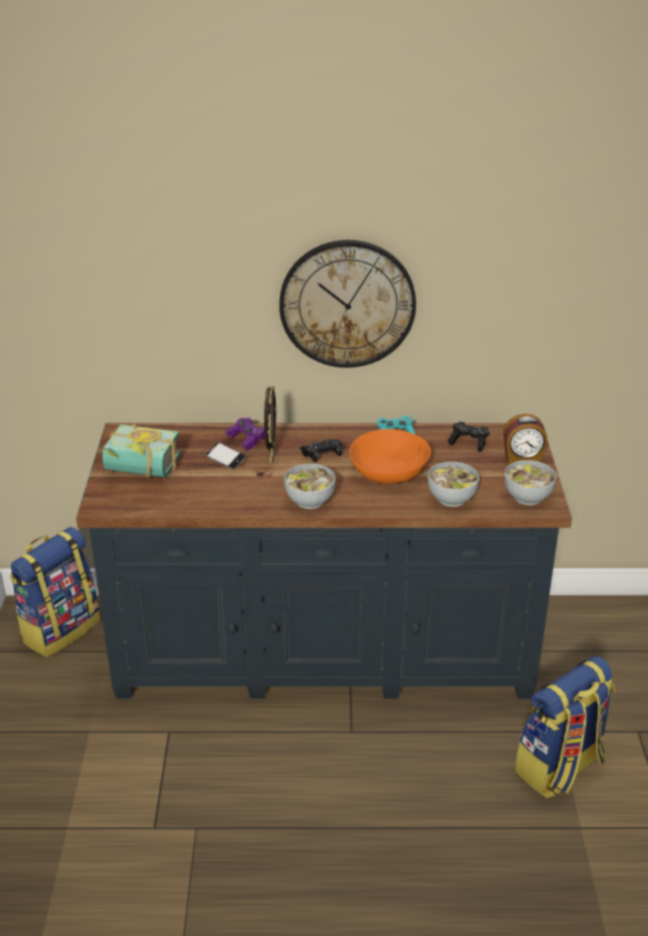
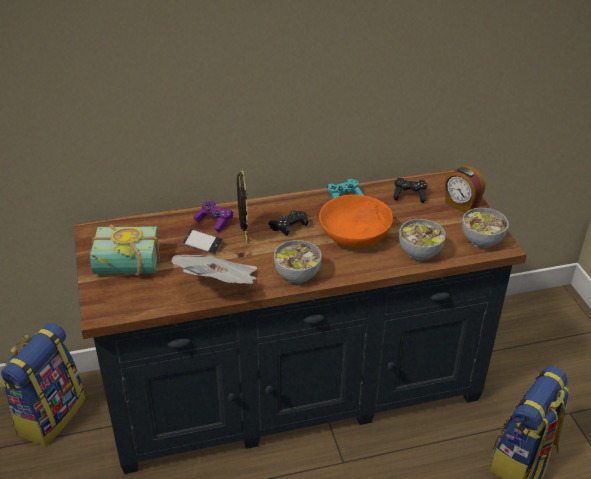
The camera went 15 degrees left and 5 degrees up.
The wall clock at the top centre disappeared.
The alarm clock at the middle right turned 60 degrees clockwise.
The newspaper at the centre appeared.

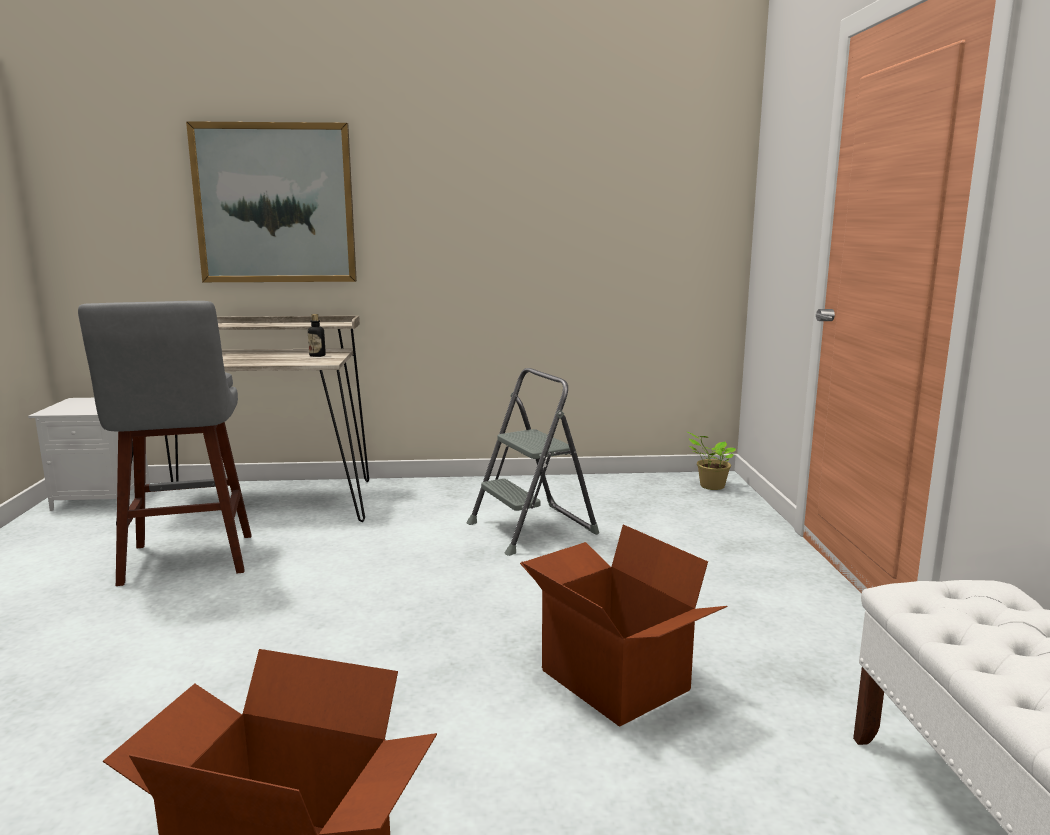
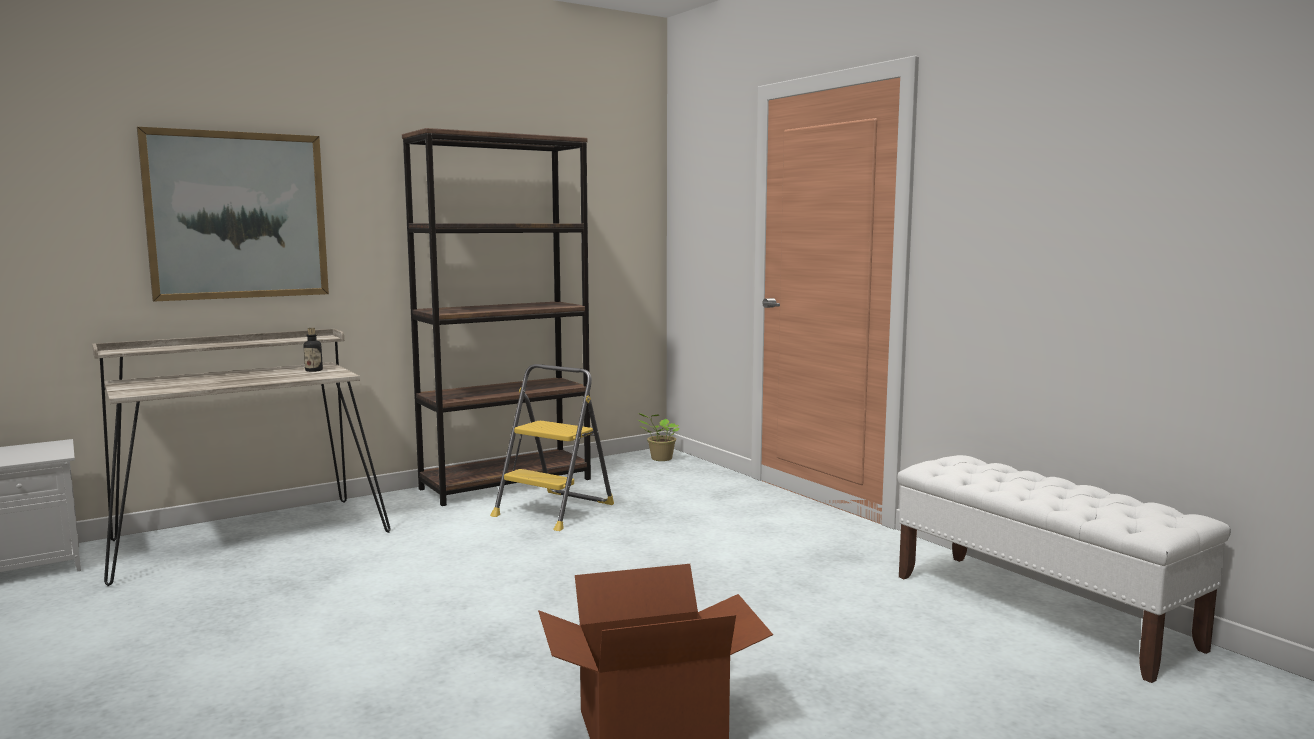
The camera went 30 degrees left and 5 degrees down.
The grey stool at the middle left disappeared.
The grey step ladder at the centre became the yellow step ladder at the centre.
The cardboard box (2nd from left) at the bottom centre disappeared.
The brown bookcase at the centre appeared.

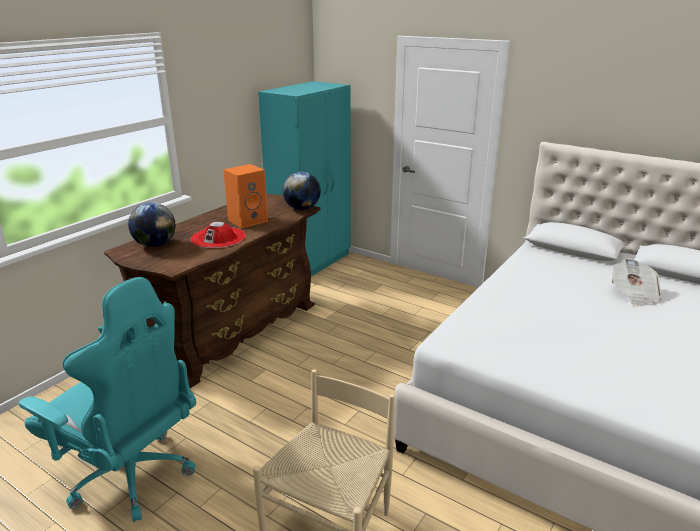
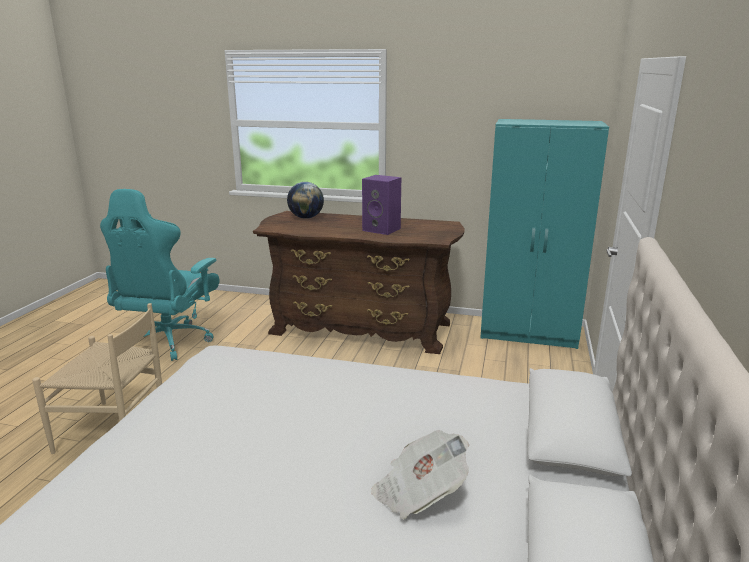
The camera went 70 degrees right and 5 degrees down.
The orange speaker at the centre became the purple speaker at the centre.
The globe (2nd from left) at the centre disappeared.
The red hat at the middle left disappeared.

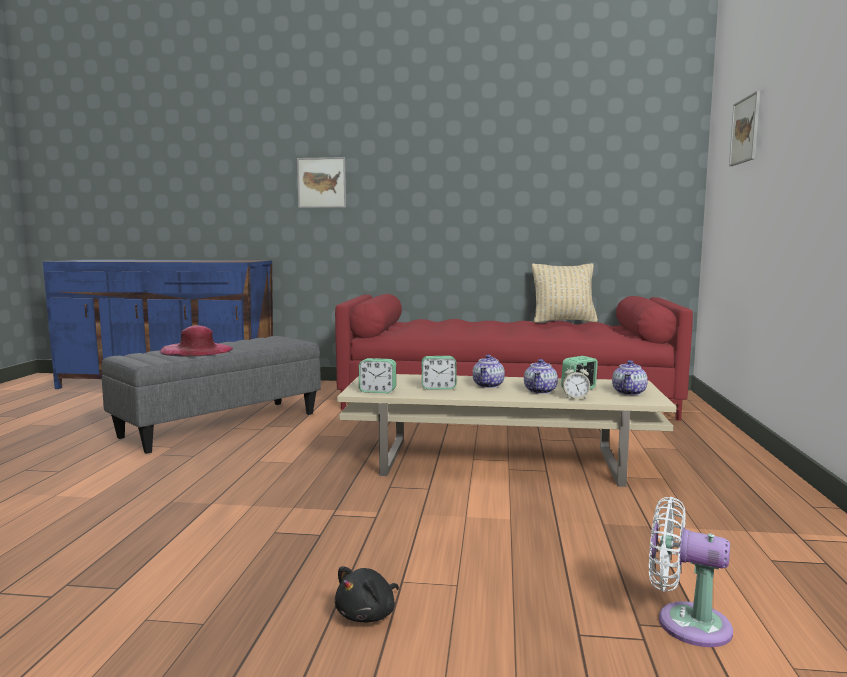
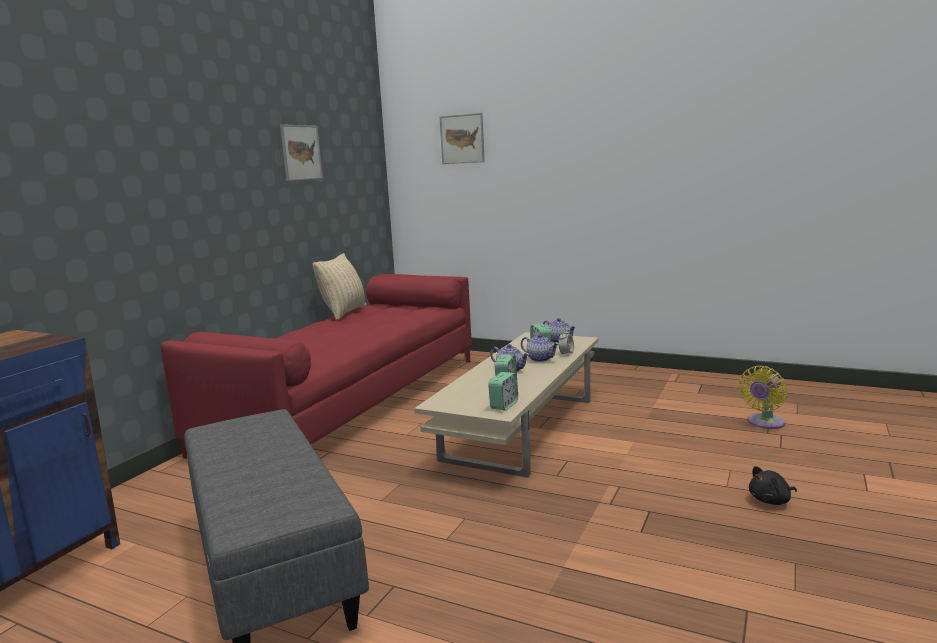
The camera went 70 degrees left and 5 degrees up.
The picture (1st from left) moved from the top centre to the top left.
The pink hat at the middle left disappeared.
The white fan at the bottom right became the yellow fan at the middle right.
The black plush toy at the bottom centre turned 105 degrees clockwise.

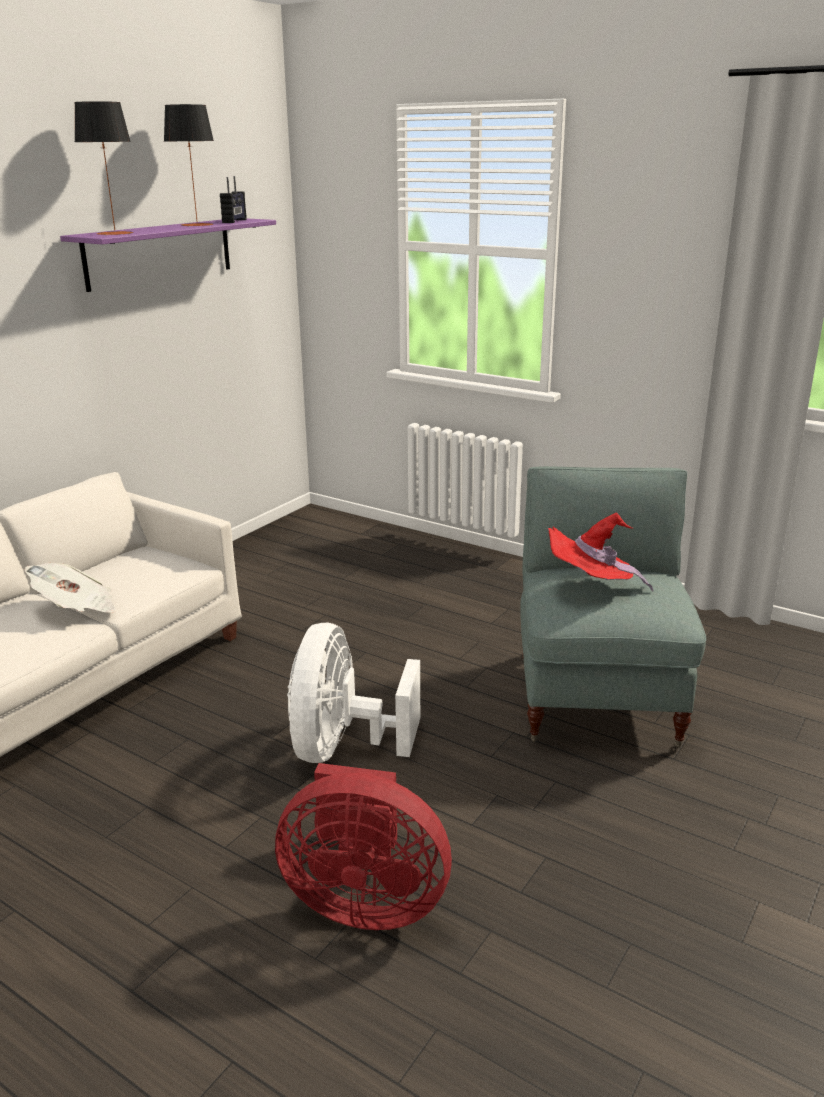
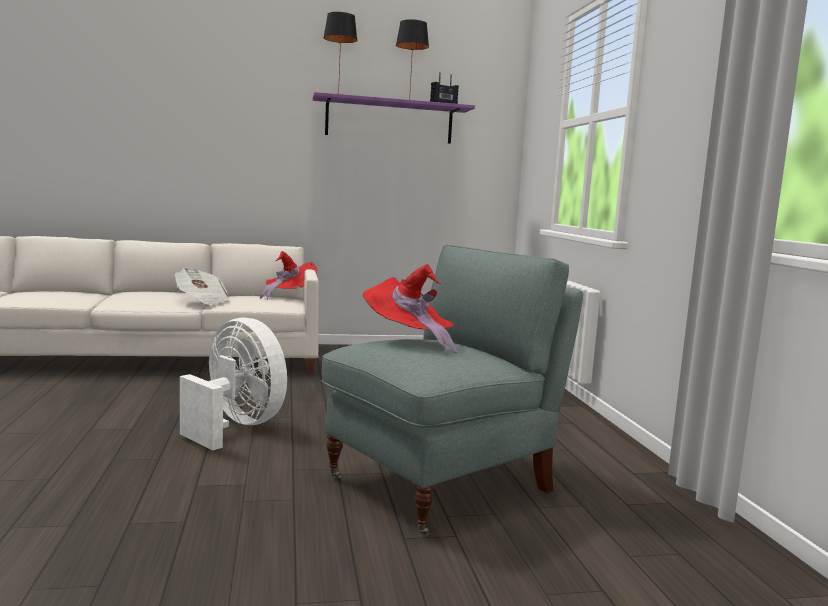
The camera went 45 degrees right and 15 degrees down.
The white fan at the centre turned 75 degrees clockwise.
The red fan at the bottom centre disappeared.
The red hat (1st from left) at the centre appeared.

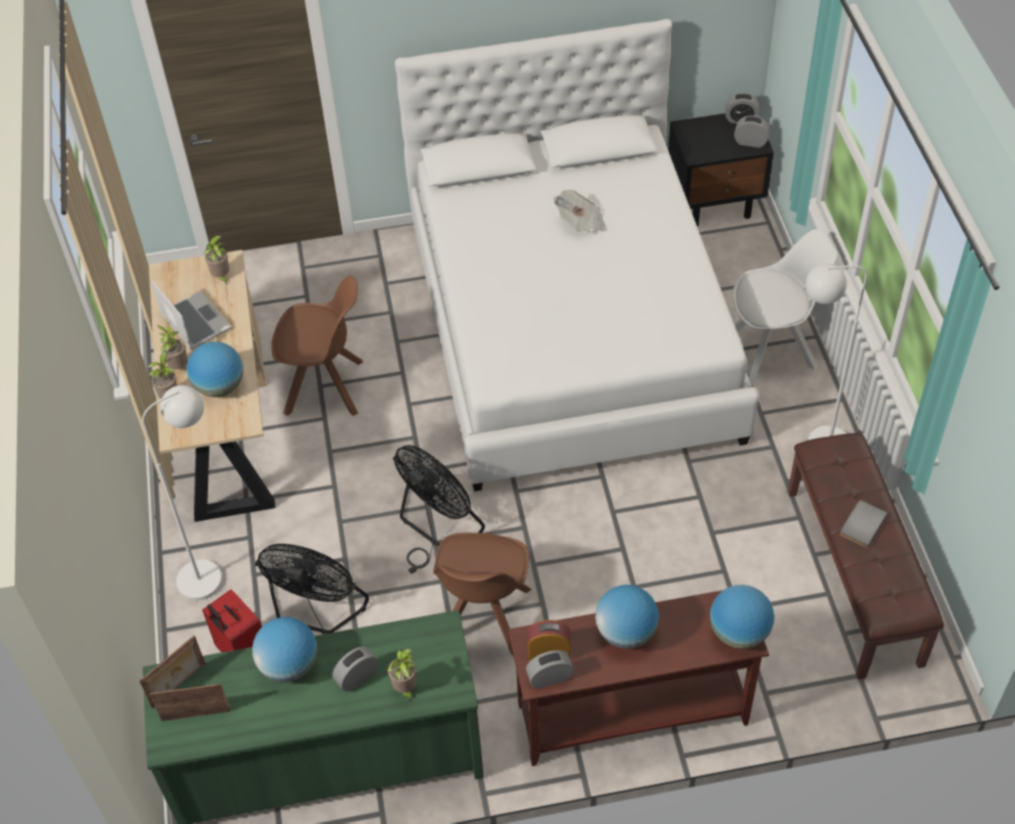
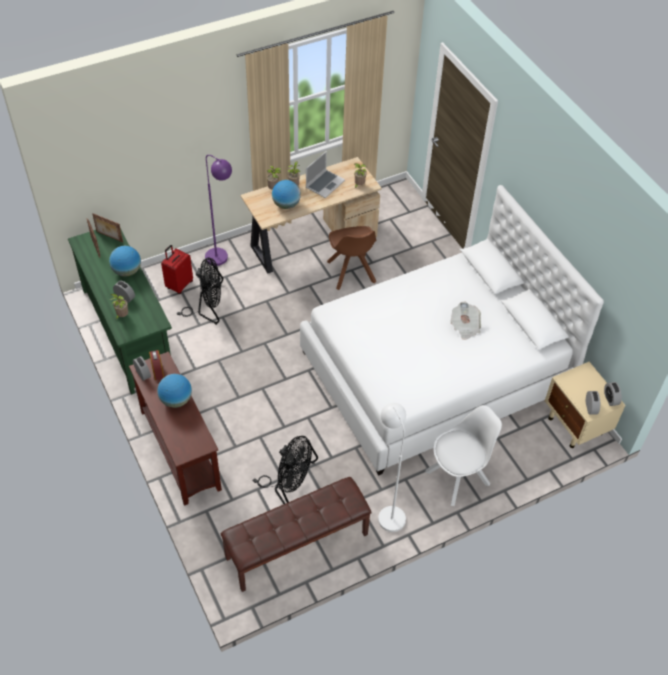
The camera went 70 degrees right and 0 degrees up.
The black nightstand at the top right became the beige nightstand at the middle right.
The white chair at the middle right turned 90 degrees counterclockwise.
The white floor lamp (1st from left) at the middle left became the purple floor lamp at the top left.
The black fan (2nd from left) moved from the centre to the bottom centre.
The grey book at the middle right disappeared.
The brown chair (2nd from left) at the bottom centre disappeared.
The globe (4th from left) at the bottom right disappeared.

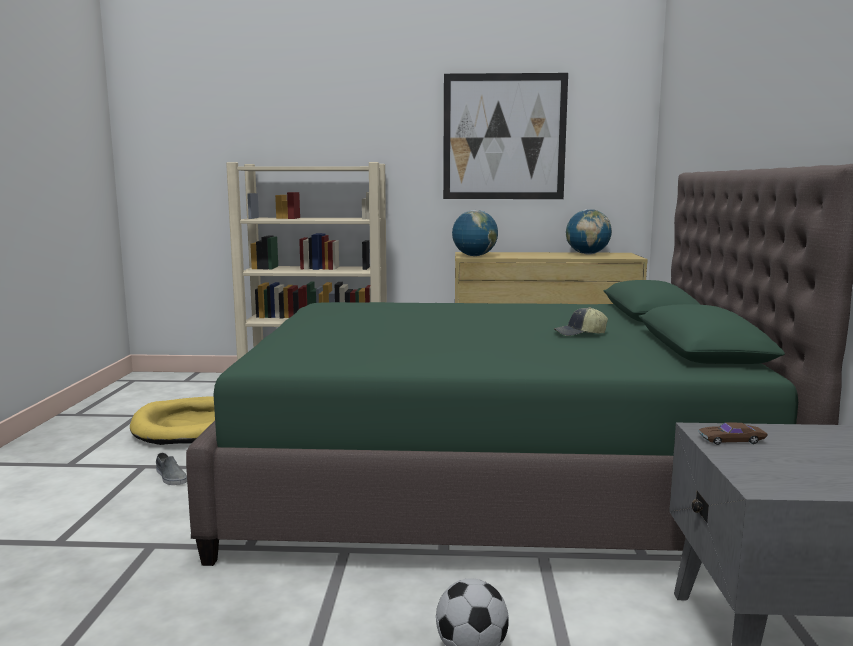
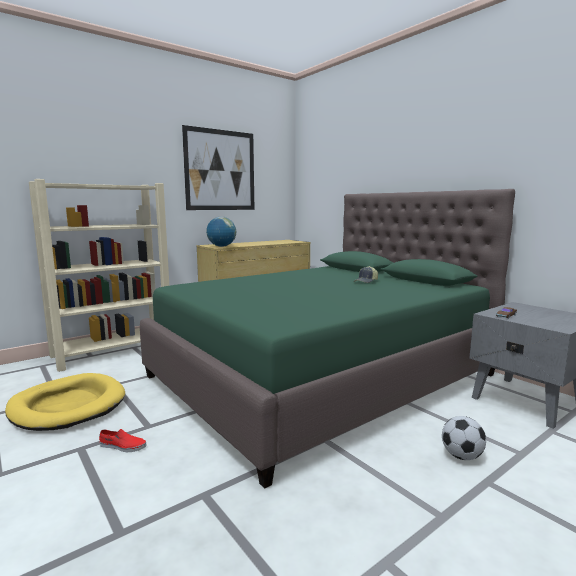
The camera went 40 degrees left and 0 degrees up.
The globe (2nd from left) at the middle right disappeared.
The grey shoe at the bottom left became the red shoe at the bottom left.

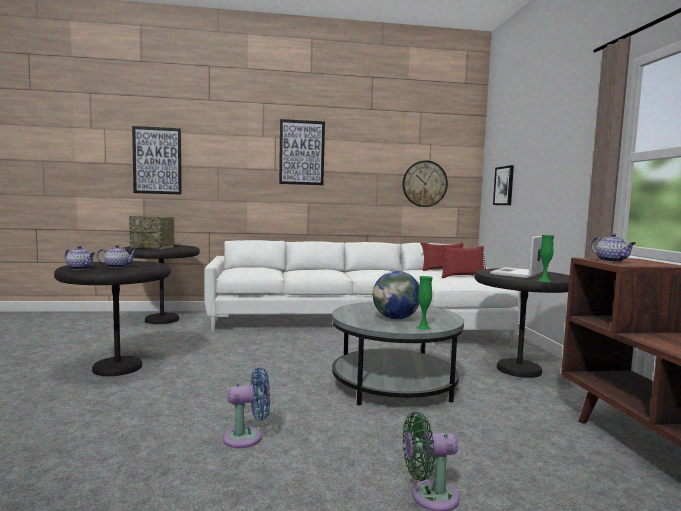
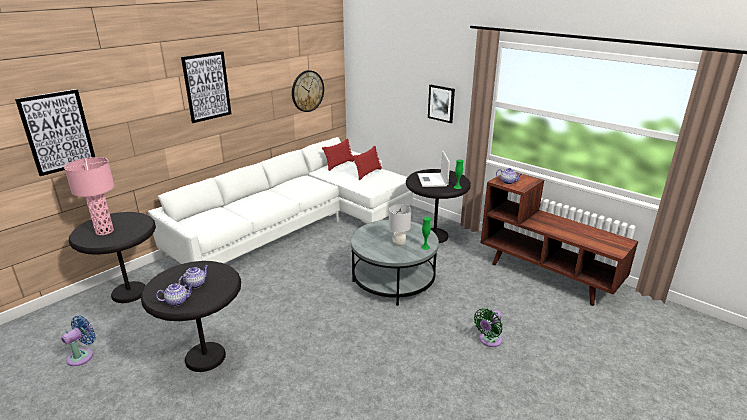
The camera went 40 degrees left and 20 degrees up.
The picture (3rd from left) moved from the middle right to the top centre.
The radio at the middle left was replaced by the pink table lamp at the middle left.
The globe at the centre was replaced by the grey table lamp at the centre.
The blue fan moved from the bottom centre to the bottom left.

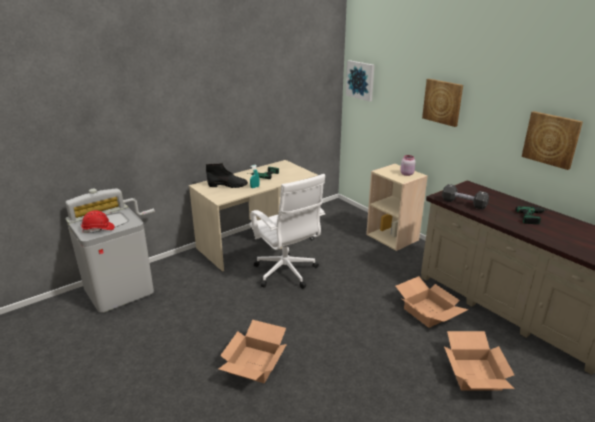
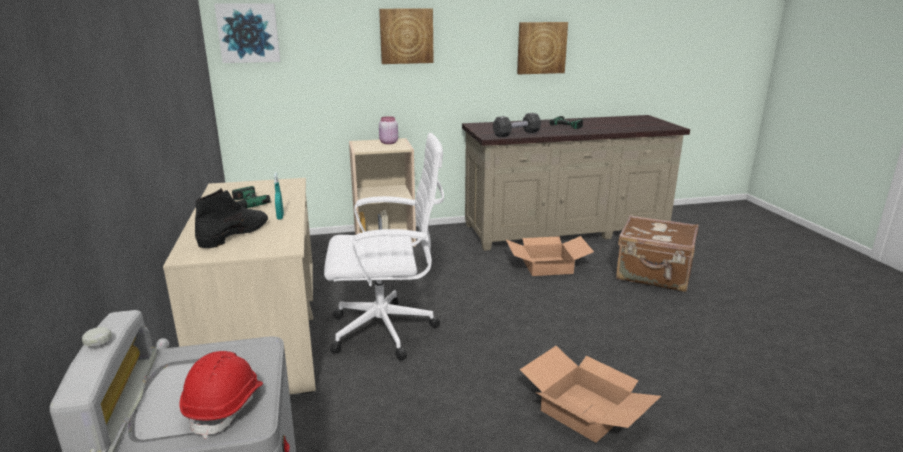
The camera went 65 degrees left and 5 degrees down.
The cardboard box (3rd from left) at the bottom right was replaced by the brown suitcase at the middle right.

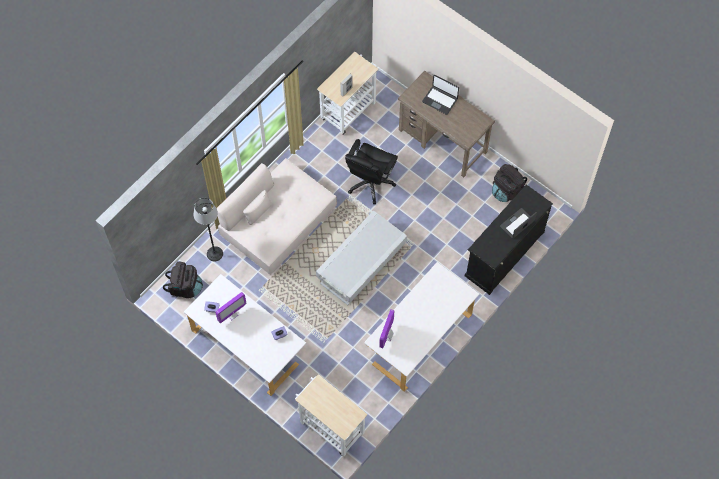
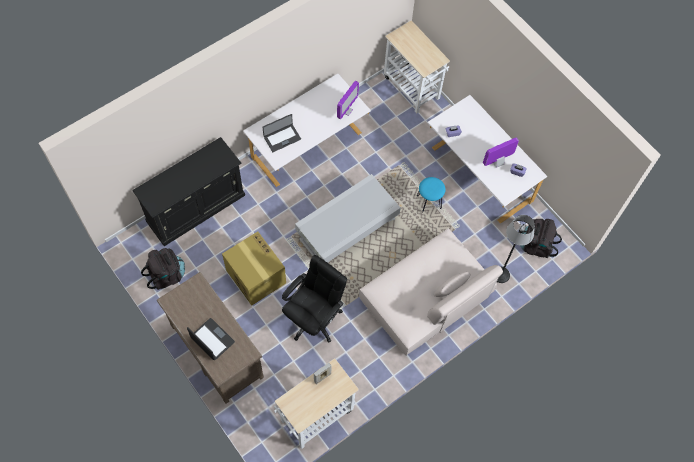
The camera went 170 degrees left and 0 degrees up.
The laptop (2nd from left) moved from the middle right to the top centre.
The turquoise stool at the centre appeared.
The cardboard box at the centre appeared.

